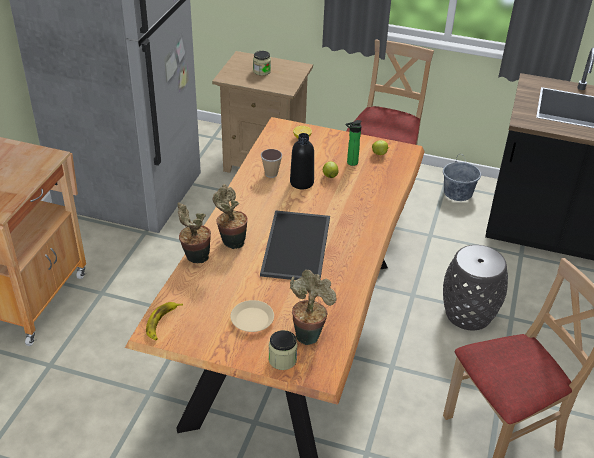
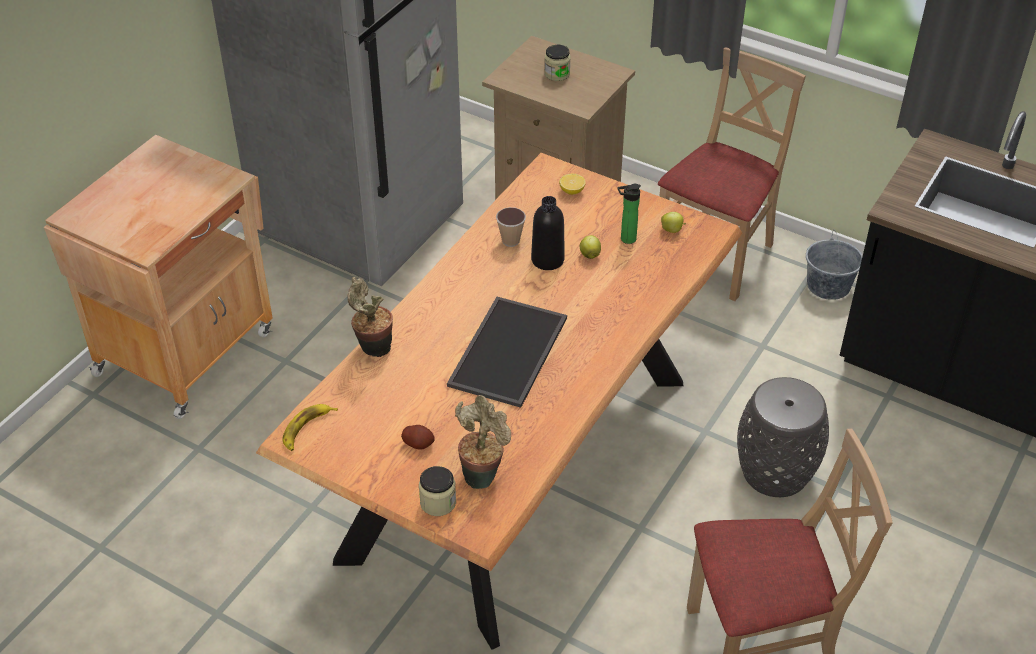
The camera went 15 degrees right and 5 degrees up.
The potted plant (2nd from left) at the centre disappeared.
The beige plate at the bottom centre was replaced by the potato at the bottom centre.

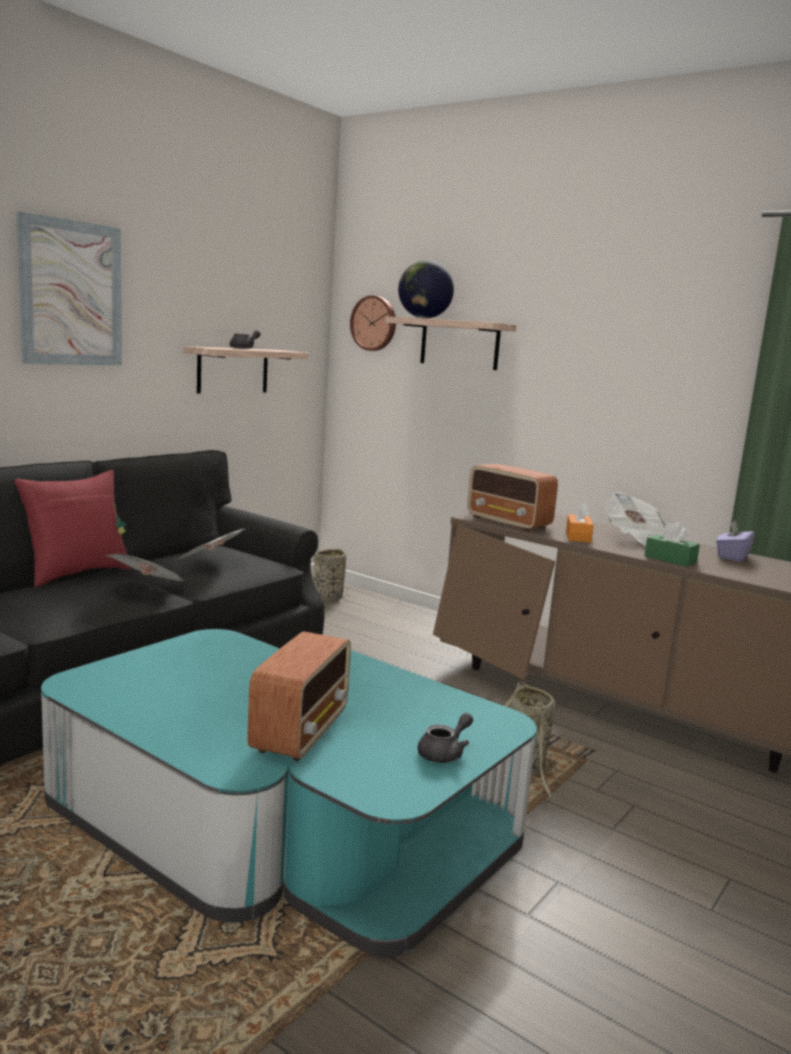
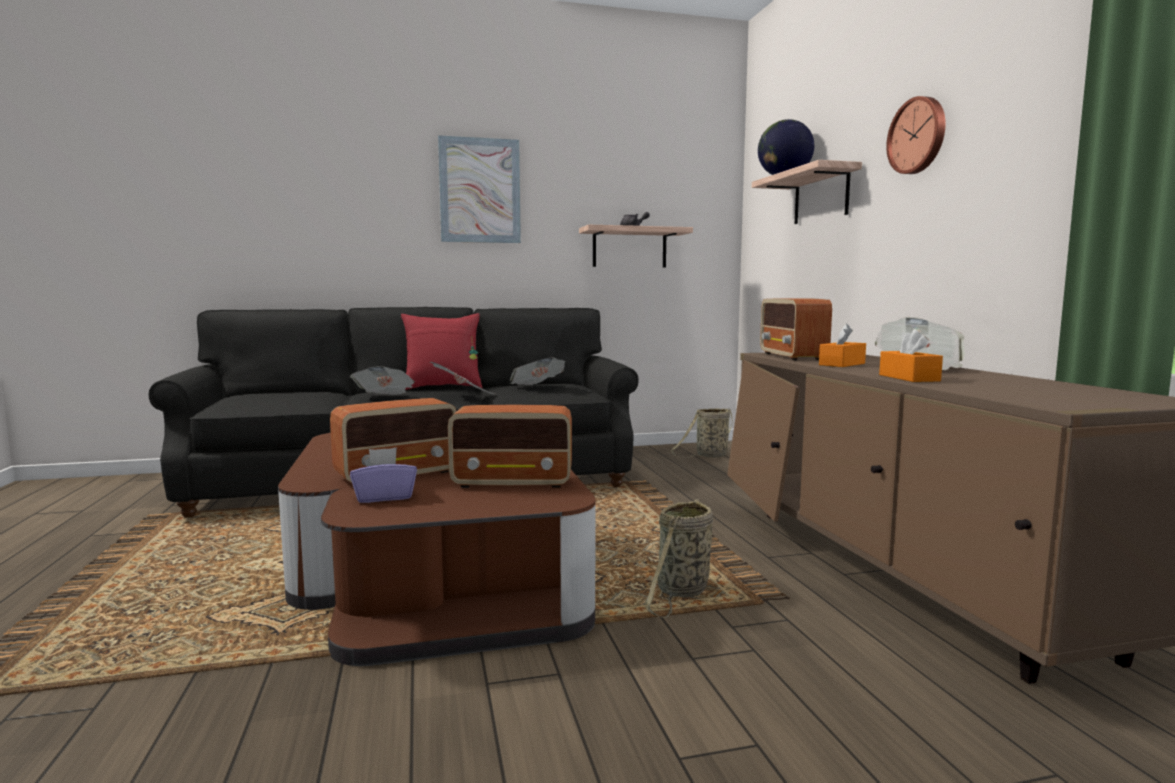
The camera went 40 degrees right and 5 degrees down.
The wall clock moved from the top centre to the top right.
The purple tissue box moved from the middle right to the middle left.
The green tissue box at the middle right became the orange tissue box (2nd from left) at the middle right.
The turquoise coffee table at the bottom centre became the brown coffee table at the bottom centre.
The grey teapot (2nd from left) at the bottom centre disappeared.
The newspaper (1st from left) at the middle left appeared.
The radio (2nd from left) at the centre appeared.

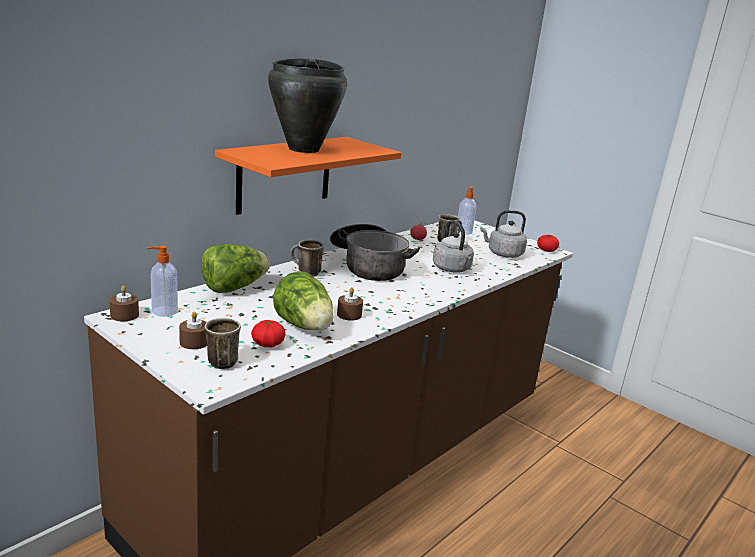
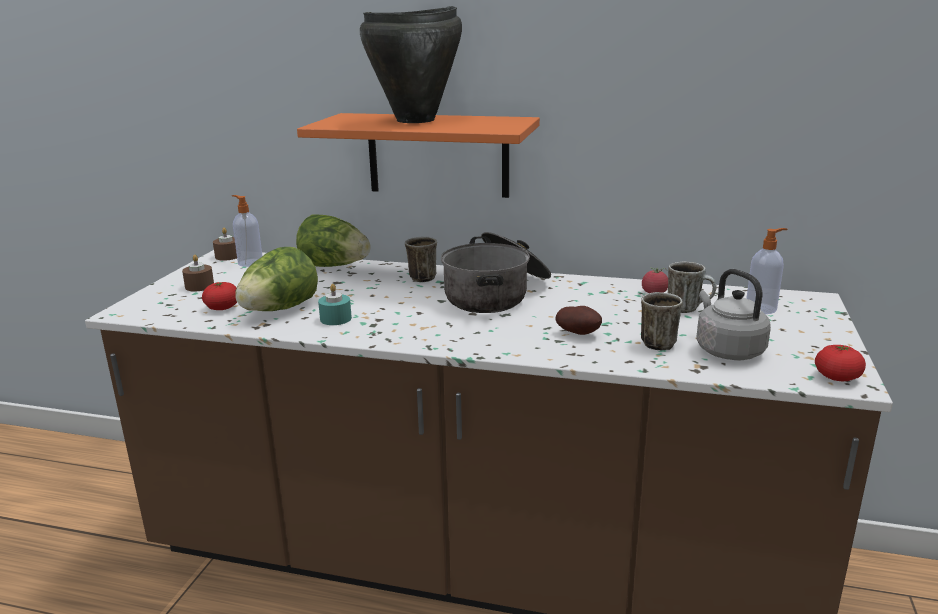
The camera went 65 degrees right and 0 degrees up.
The grey kettle (1st from left) at the centre was replaced by the potato at the centre.
The brown candle (3rd from left) at the centre became the turquoise candle at the centre.
The mug (1st from left in the first image) moved from the middle left to the middle right.

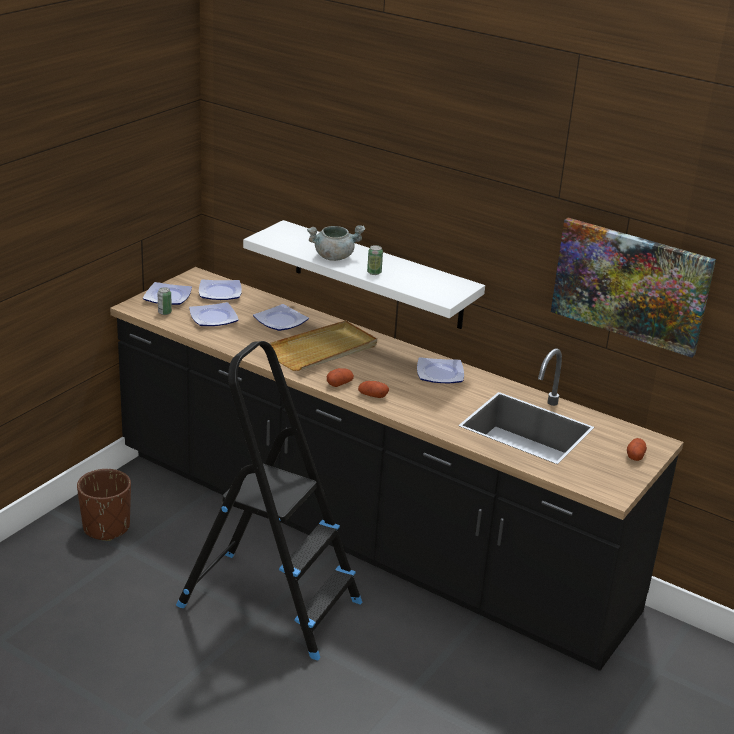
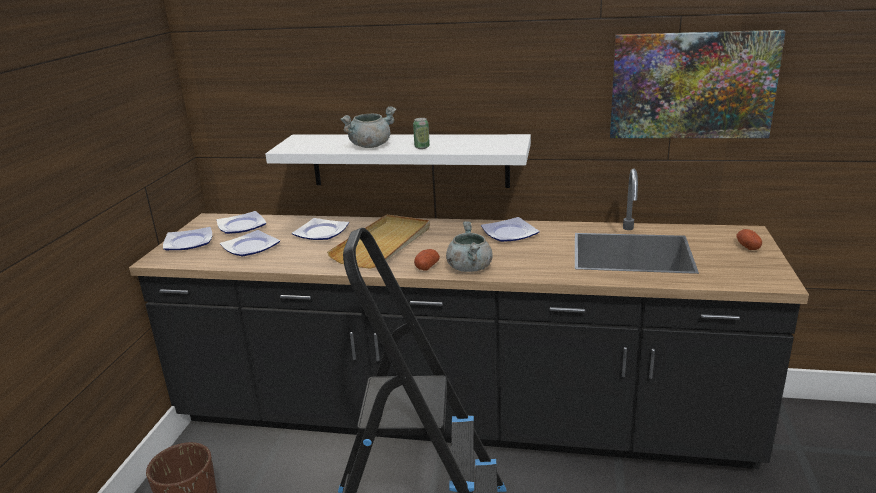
The camera went 20 degrees left and 5 degrees down.
The can (1st from left) at the middle left disappeared.
The potato (2nd from left) at the centre was replaced by the grey cooking pot (2nd from left) at the centre.

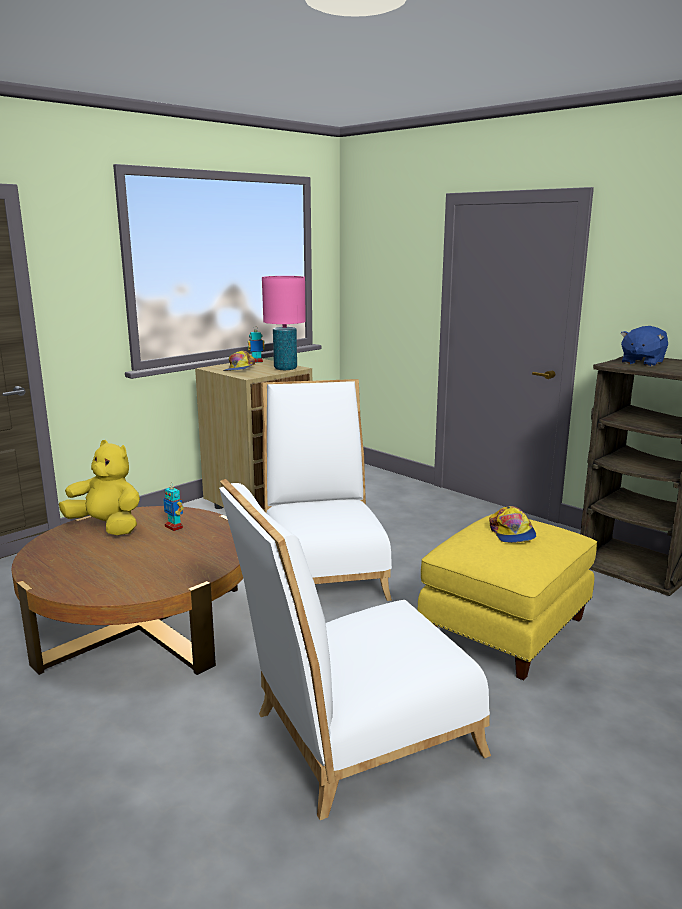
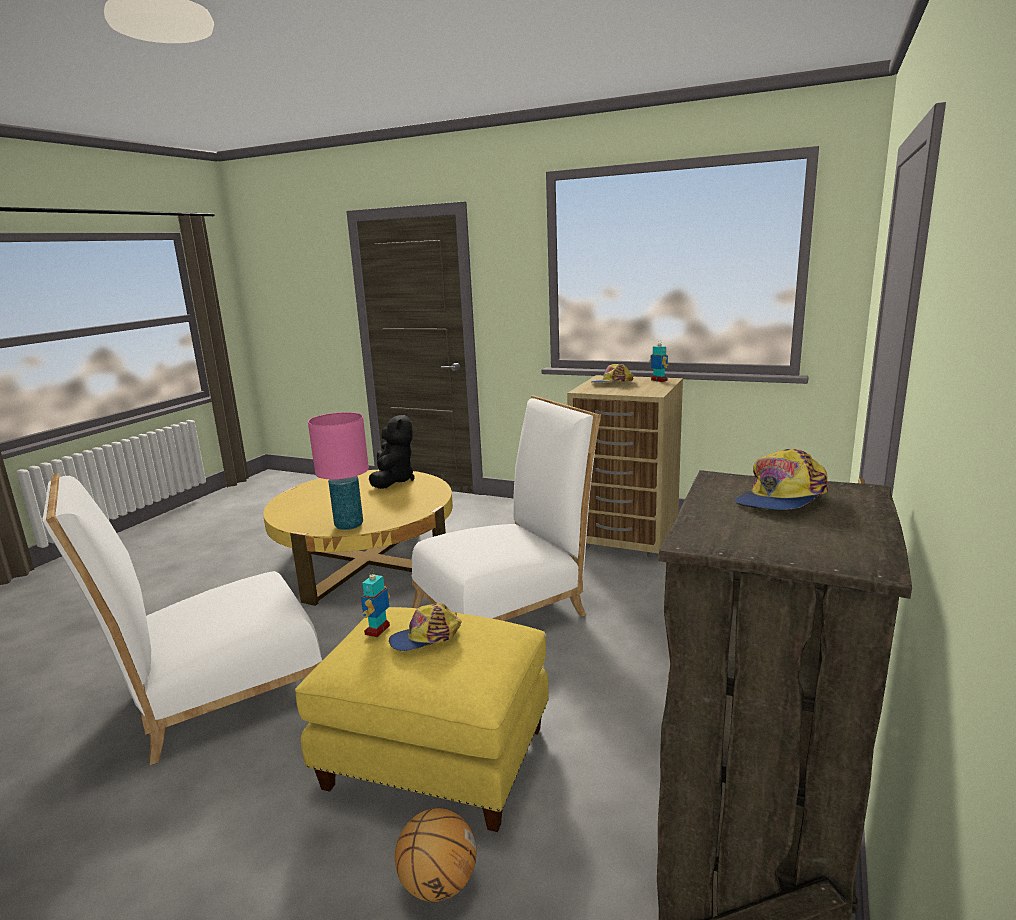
The camera went 70 degrees right and 0 degrees up.
The pink table lamp moved from the centre to the middle left.
The blue plush toy at the middle right was replaced by the cap (3rd from left) at the middle right.
The yellow plush toy at the middle left became the black plush toy at the centre.
The white chair (2nd from left in the first image) at the bottom centre turned 75 degrees counterclockwise.
The toy robot (1st from left) moved from the middle left to the centre.
The brown coffee table at the middle left became the yellow coffee table at the centre.
The basketball at the bottom centre appeared.

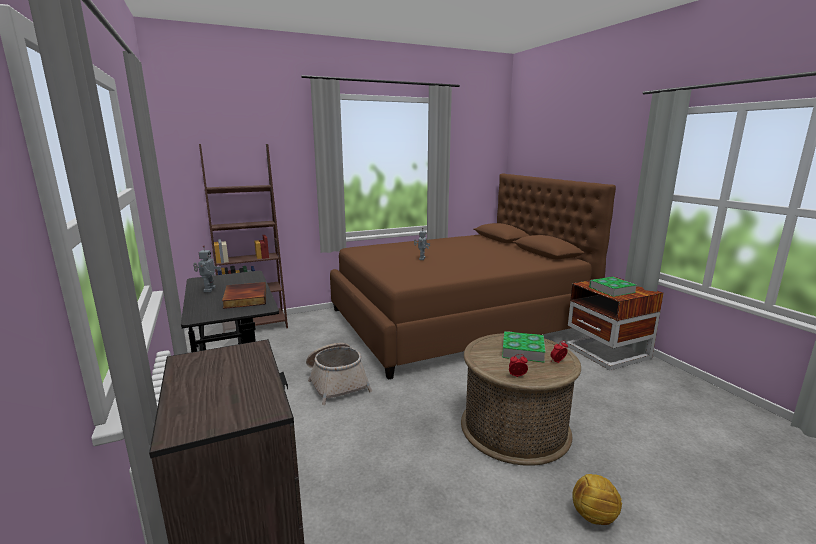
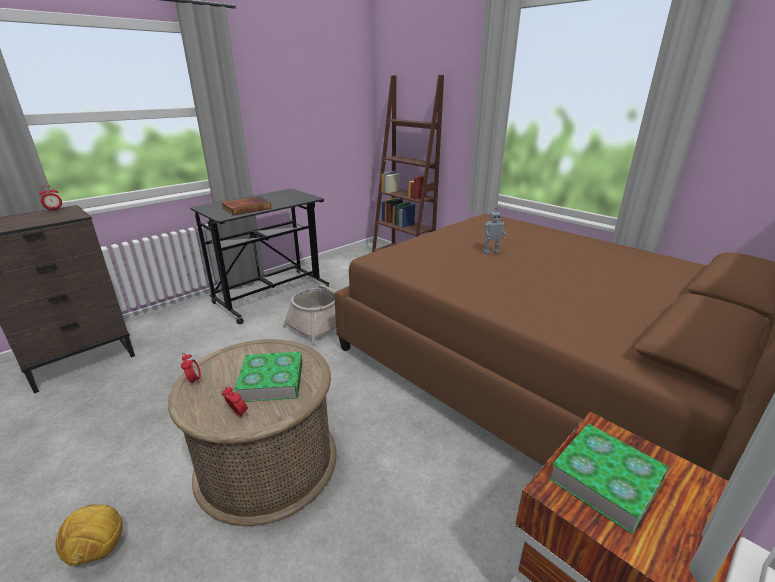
The camera went 70 degrees right and 10 degrees up.
The toy robot (1st from left) at the middle left disappeared.
The alarm clock (1st from left) at the middle left appeared.

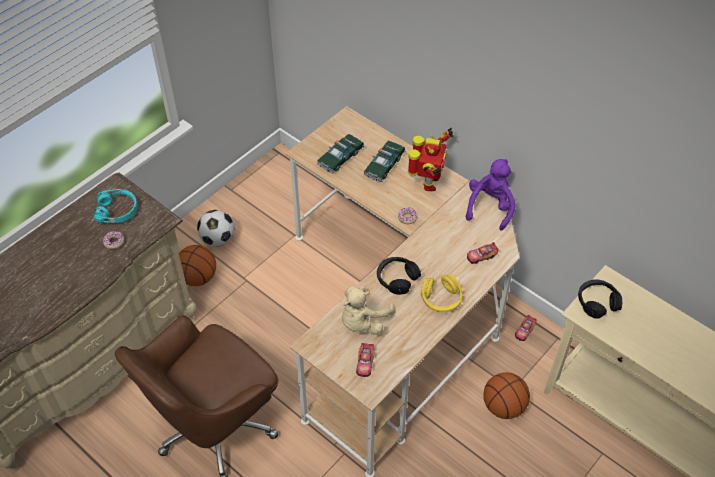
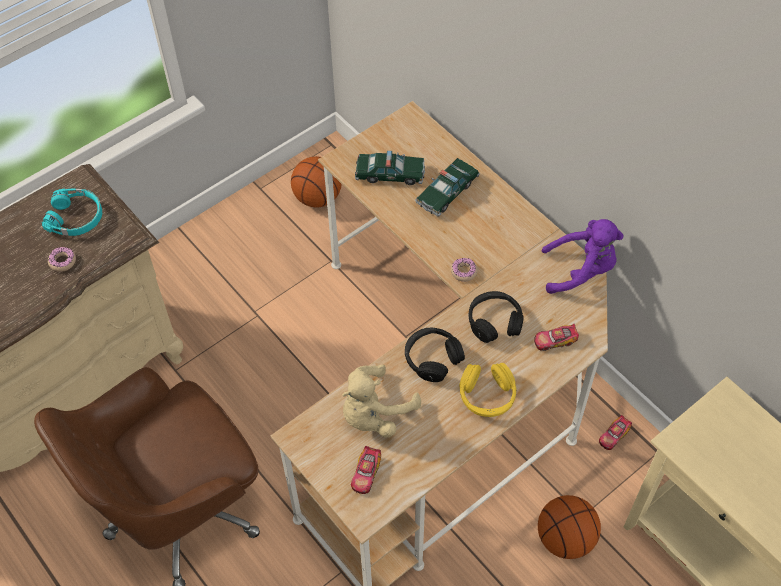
The camera went 10 degrees right and 5 degrees up.
The toy robot at the centre disappeared.
The toy car (1st from left in the first image) at the top centre turned 135 degrees counterclockwise.
The purple plush toy at the middle right turned 60 degrees clockwise.
The football at the middle left disappeared.
The basketball (1st from left) moved from the middle left to the top centre.
The black headphones (2nd from left) moved from the middle right to the centre.

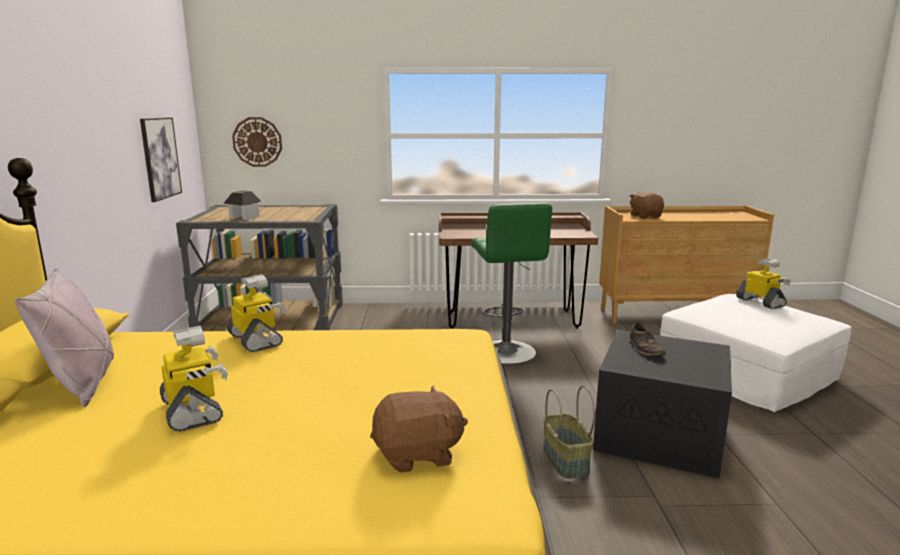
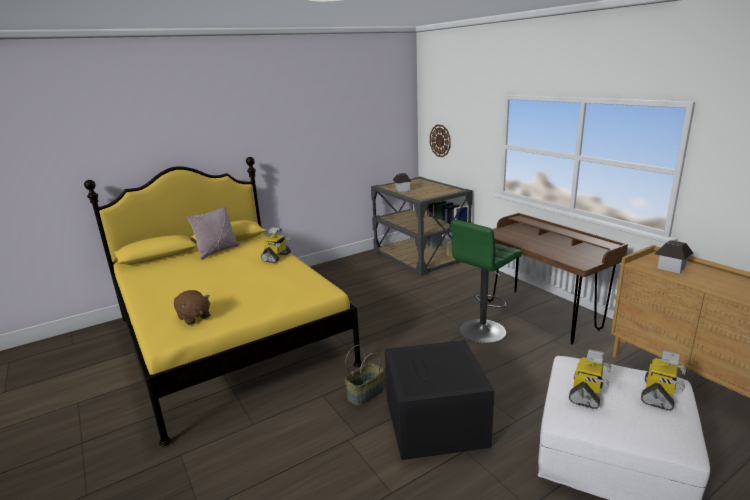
The camera went 60 degrees right and 5 degrees up.
The picture at the top left disappeared.
The brown plush toy (2nd from left) at the middle right was replaced by the toy house (2nd from left) at the middle right.
The brown shoe at the middle right disappeared.
The toy robot (1st from left in the first image) moved from the bottom left to the bottom right.

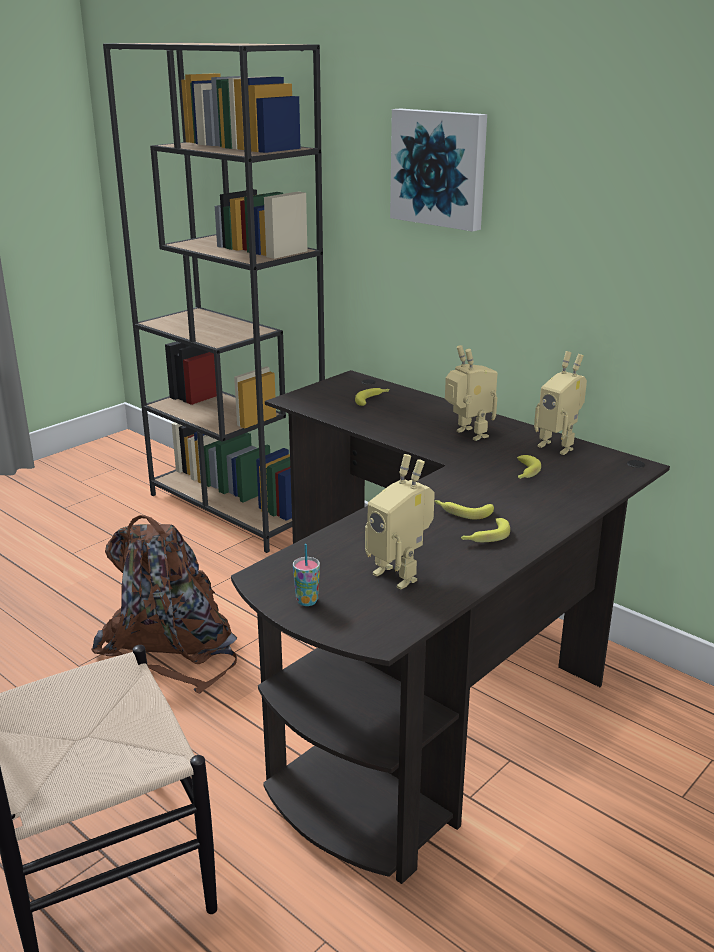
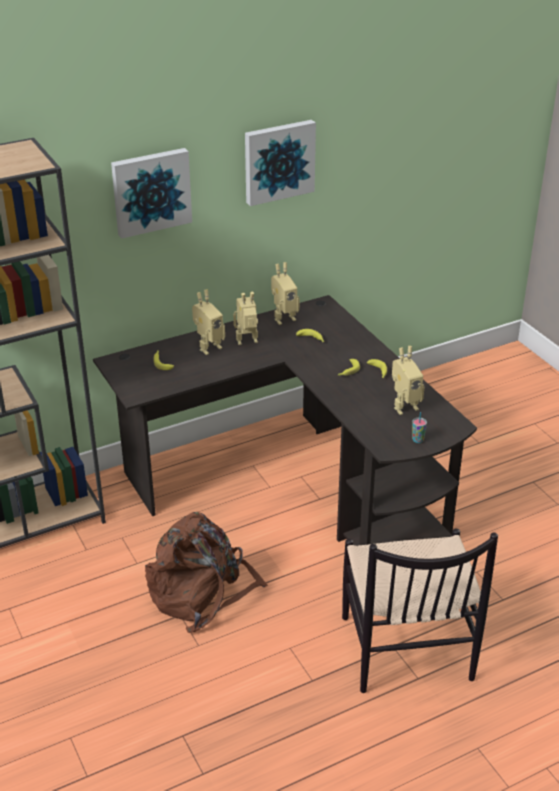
The camera went 70 degrees left and 10 degrees up.
The picture (2nd from left) at the top centre appeared.
The toy robot (1st from left) at the centre appeared.

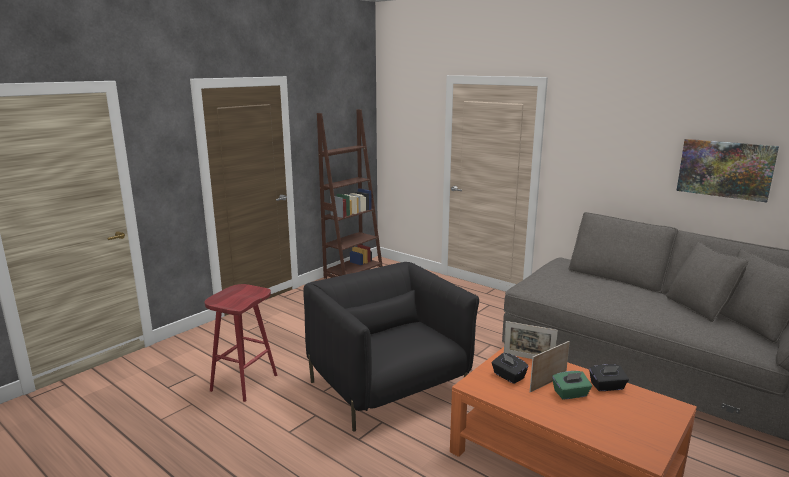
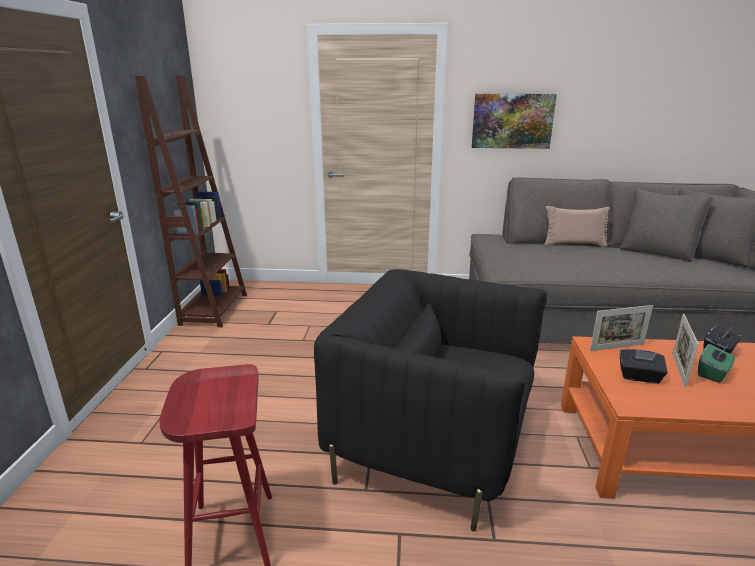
The camera went 35 degrees left and 5 degrees up.
The picture moved from the middle right to the top right.
The beige pillow at the middle right appeared.

